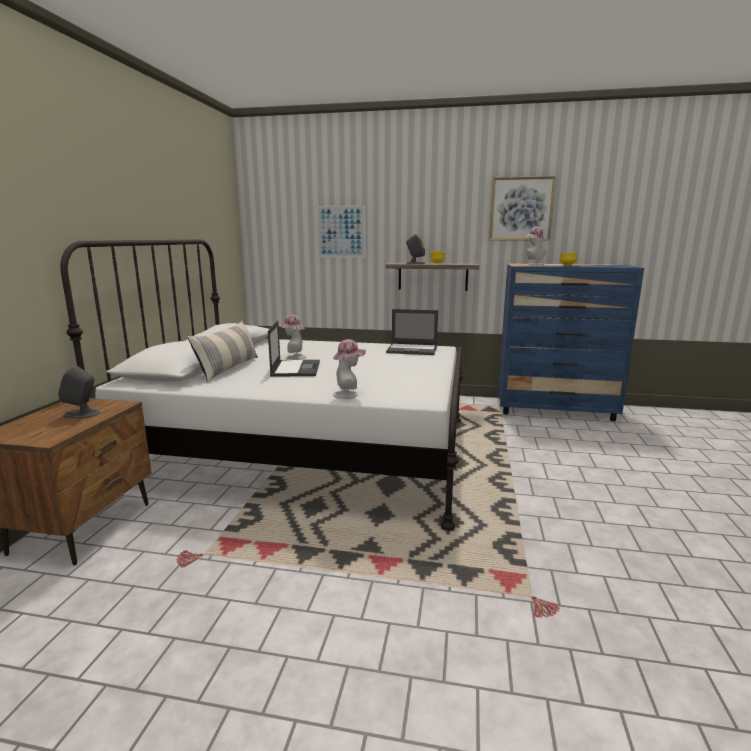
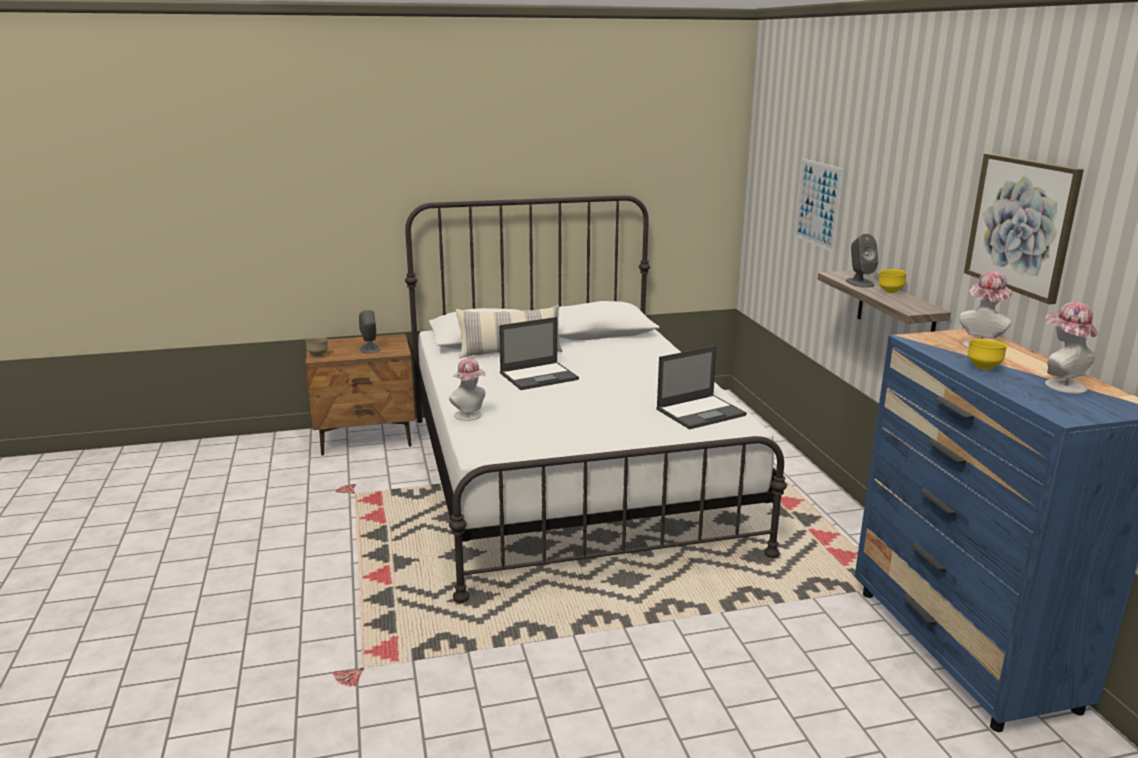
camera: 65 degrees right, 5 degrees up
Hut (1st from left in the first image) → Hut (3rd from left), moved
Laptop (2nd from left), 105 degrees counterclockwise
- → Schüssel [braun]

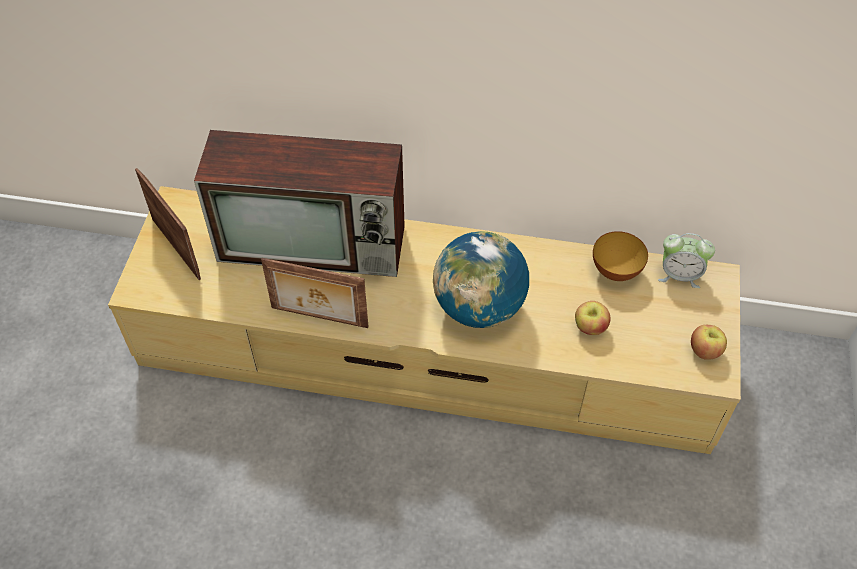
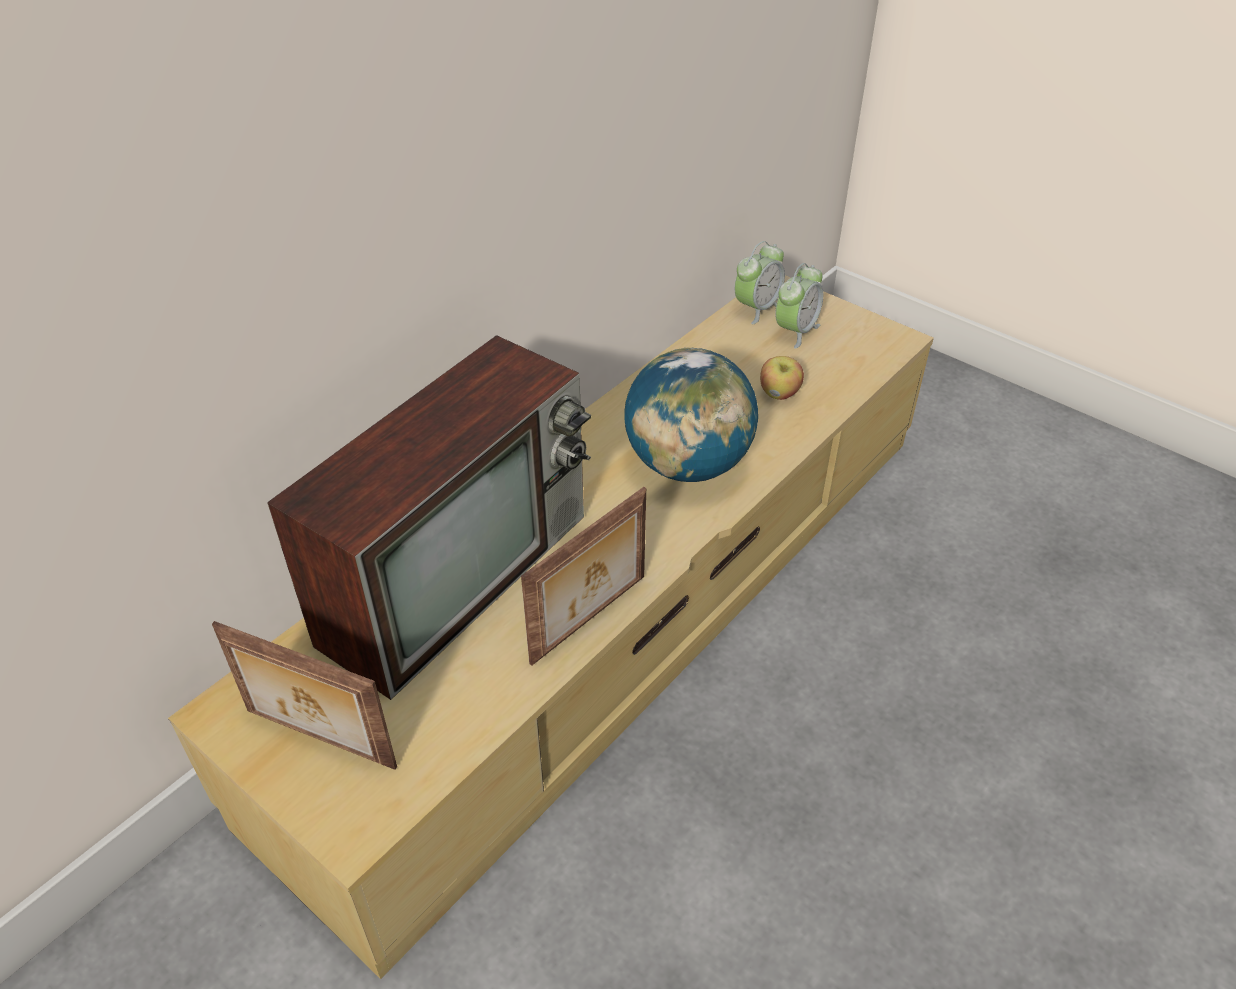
camera: 60 degrees left, 10 degrees down
Bilderrahmen (1st from left), 150 degrees counterclockwise
Schüssel → -
Apfel (2nd from left) → -
- → Wecker (2nd from left)

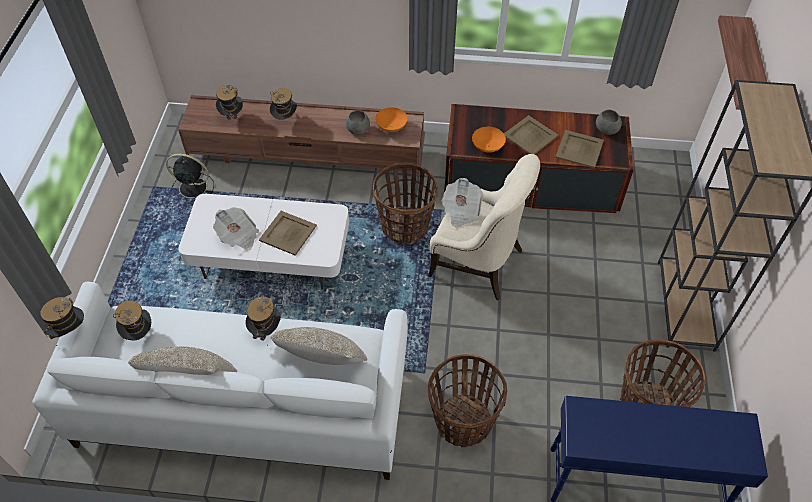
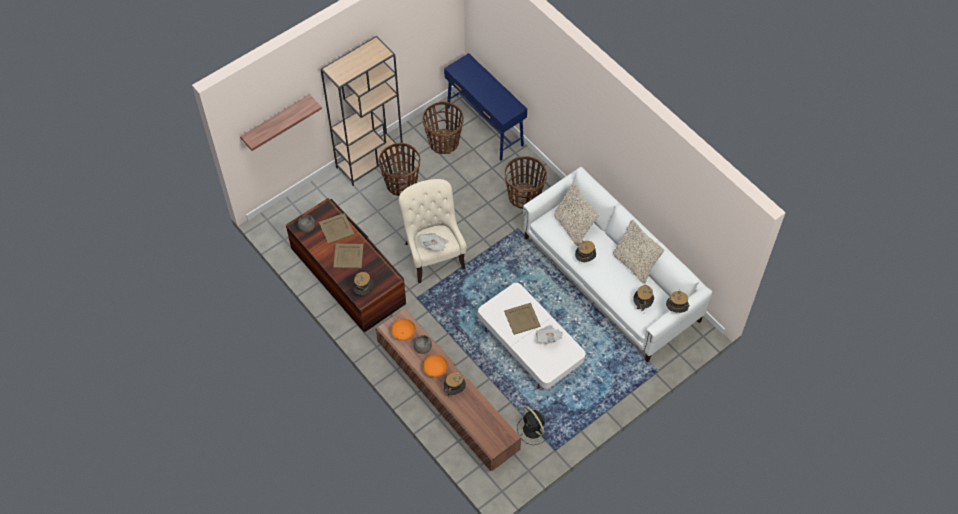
camera: 135 degrees left, 5 degrees up
Hut (3rd from left in the first image) → Hut (1st from left), moved
Korb (1st from left), moved
Schüssel [orange] (2nd from left), moved

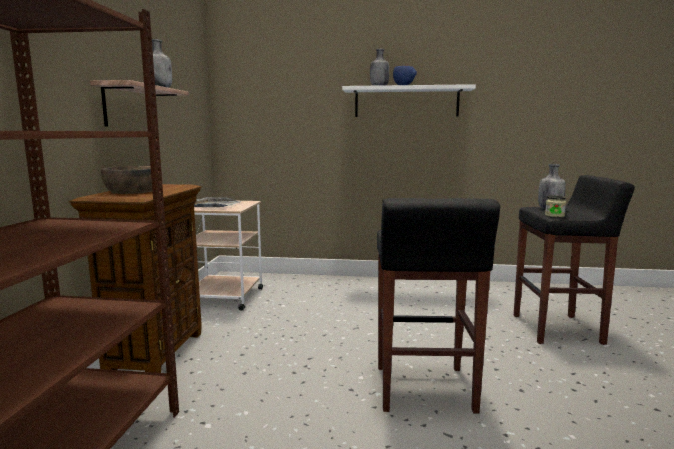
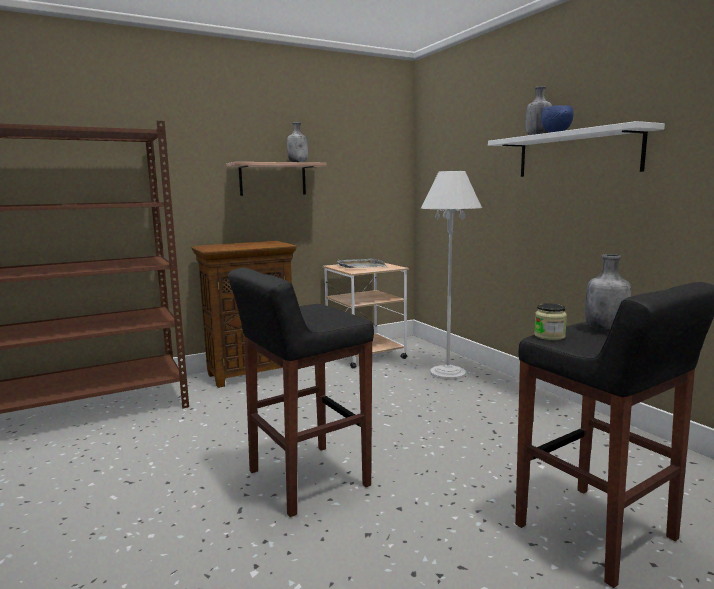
camera: 55 degrees right, 0 degrees up
Schüssel [braun] → -
- → Stehlampe [weiß]

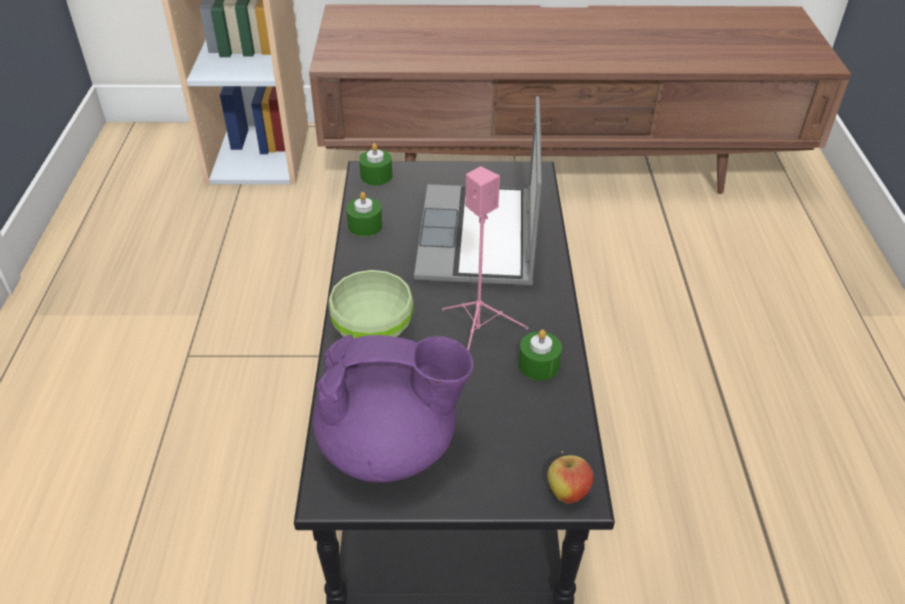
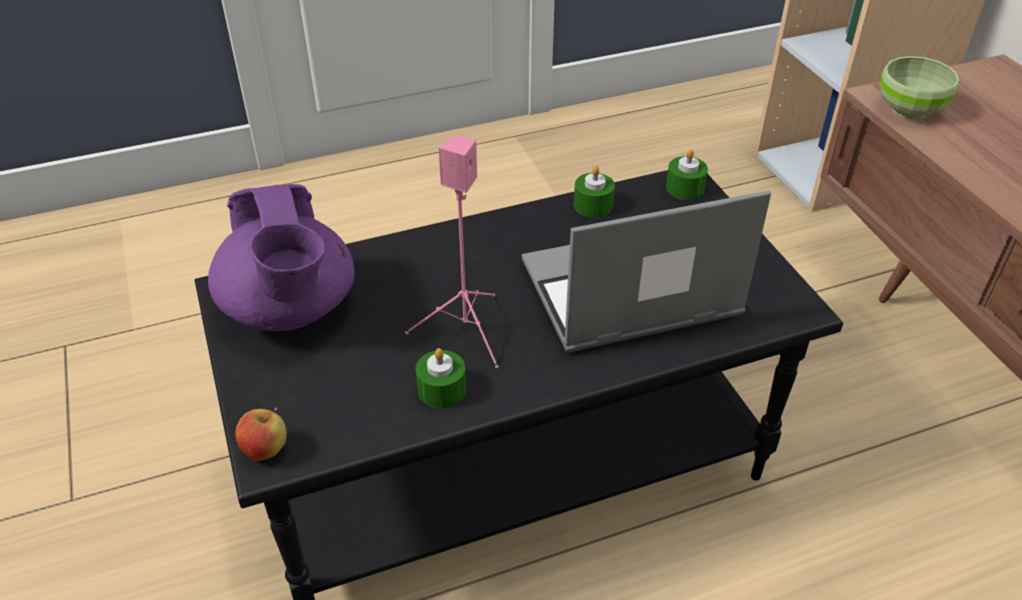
camera: 70 degrees right, 0 degrees up
Schüssel [grün], moved

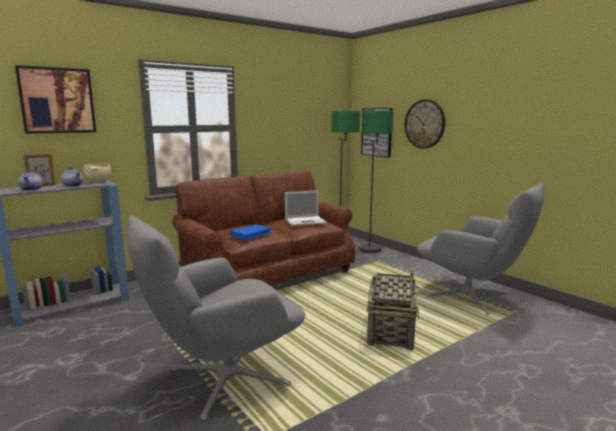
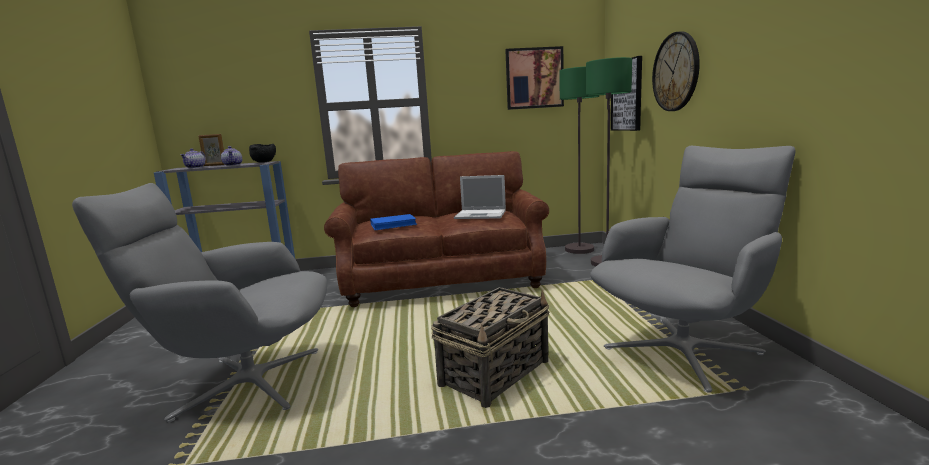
camera: 30 degrees right, 0 degrees up
Bild (1st from left), moved
Schüssel [beige] → Schüssel [schwarz]
Sessel [grau] (2nd from left), 105 degrees counterclockwise

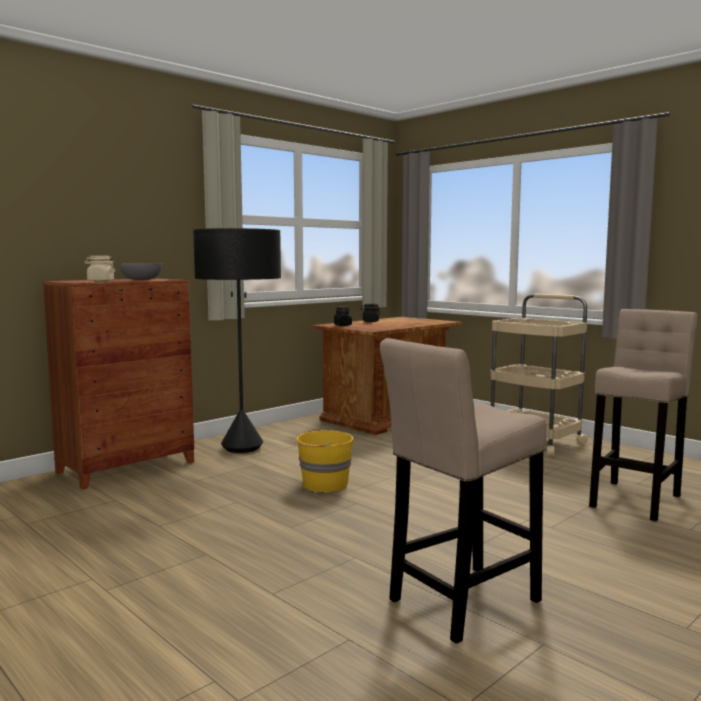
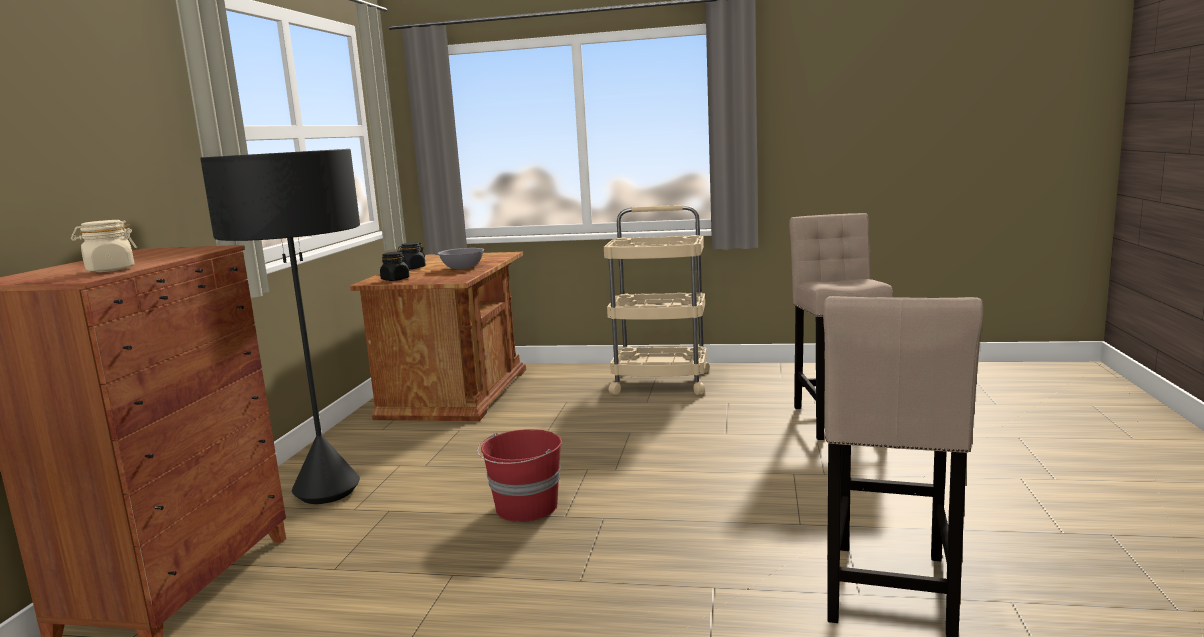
camera: 35 degrees left, 5 degrees up
Schüssel [grau], moved
Eimer [gelb] → Eimer [rot]

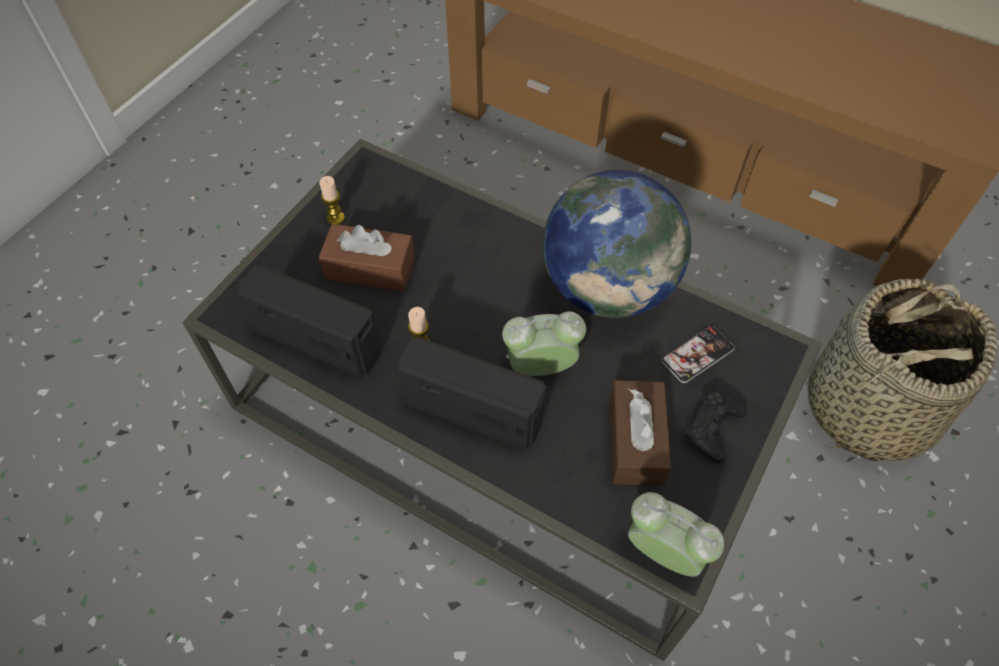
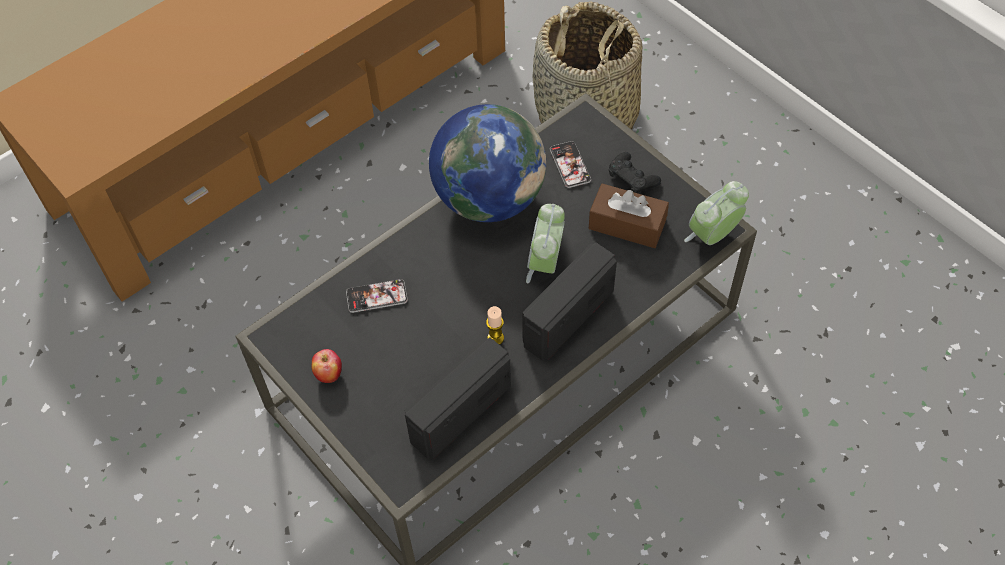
camera: 70 degrees left, 0 degrees up
Kerze (1st from left) → Apfel
Taschentuchbox [braun] (1st from left) → -
- → Handy (1st from left)

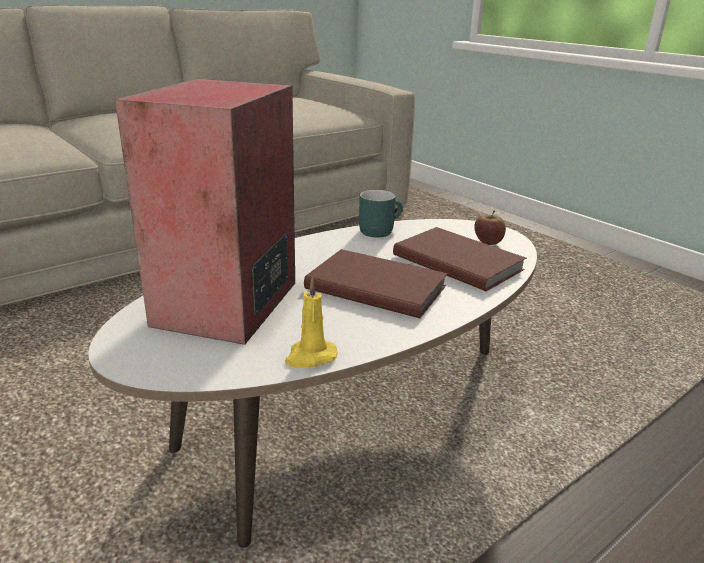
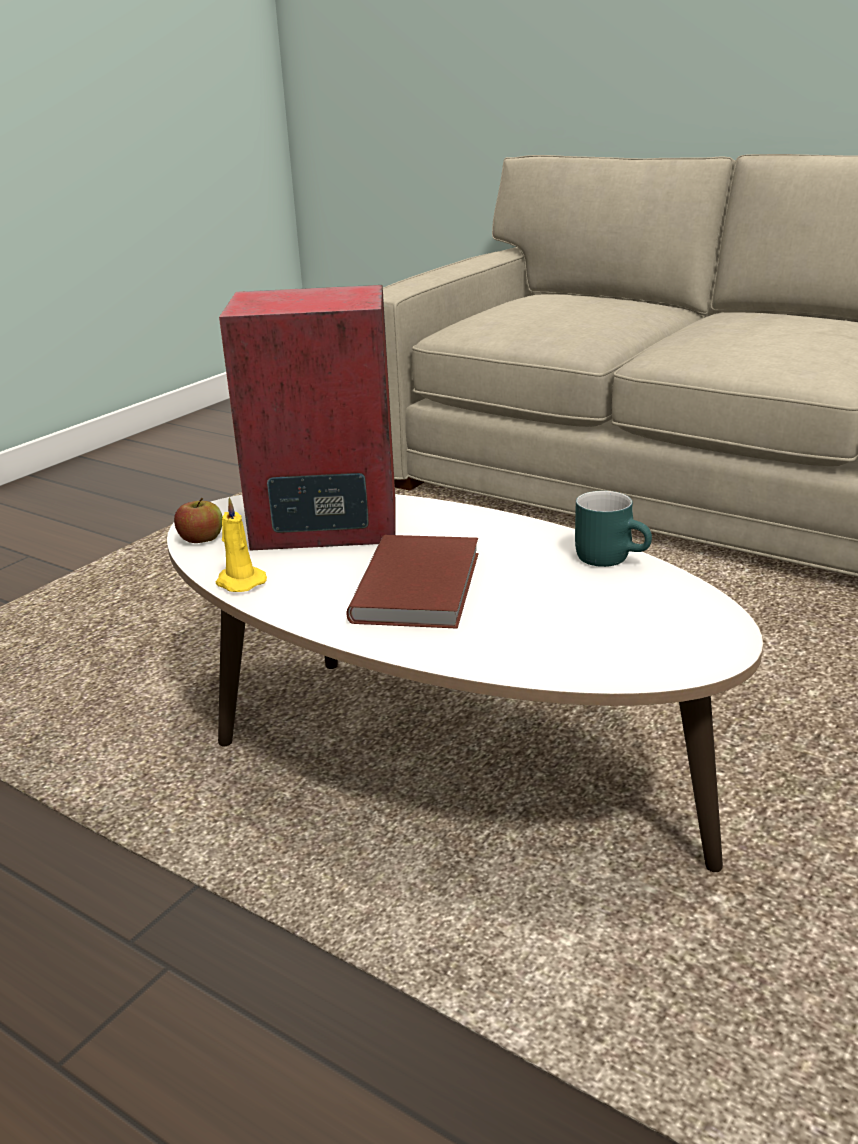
camera: 75 degrees right, 0 degrees up
Buch [braun] (2nd from left) → -
Apfel, moved

